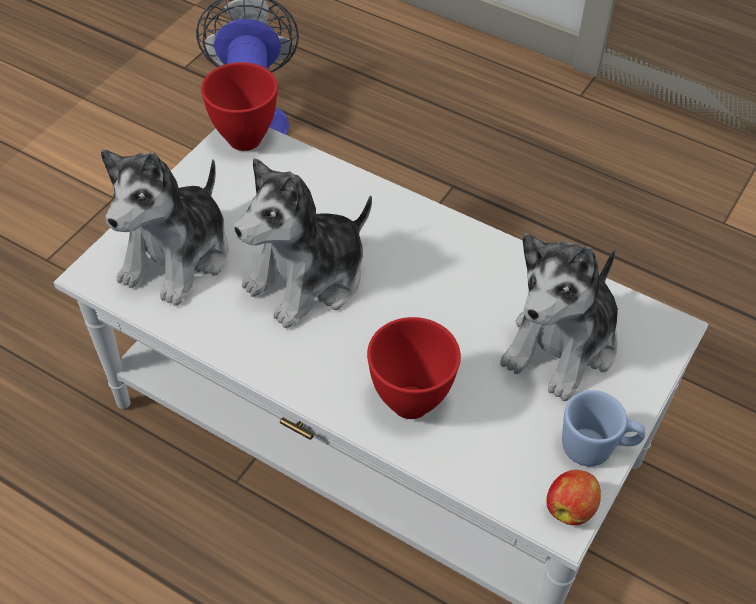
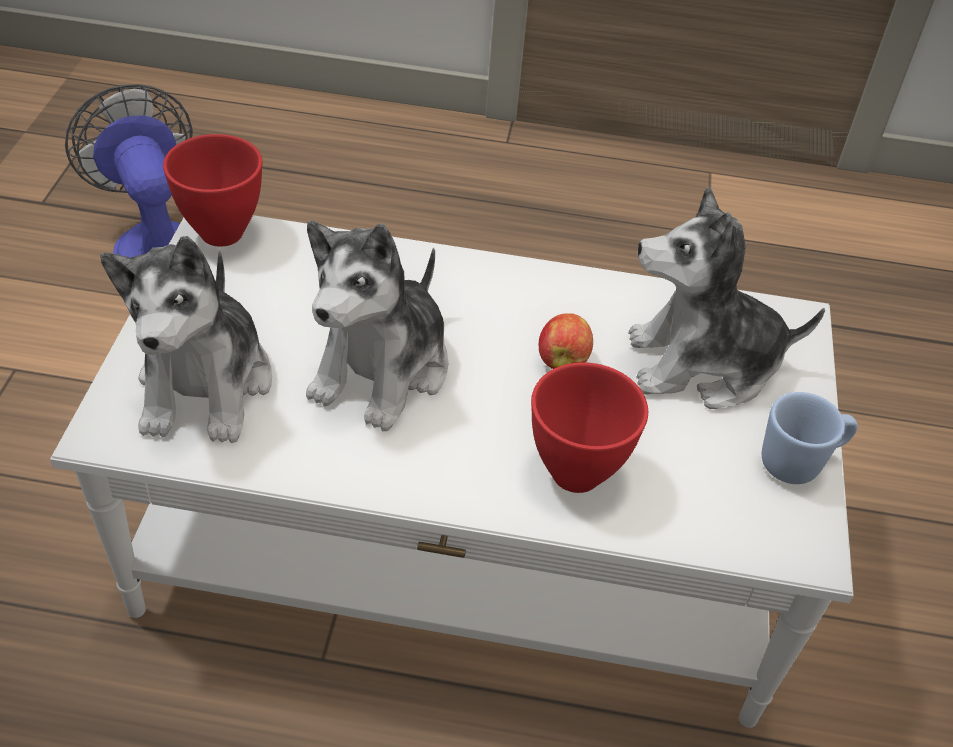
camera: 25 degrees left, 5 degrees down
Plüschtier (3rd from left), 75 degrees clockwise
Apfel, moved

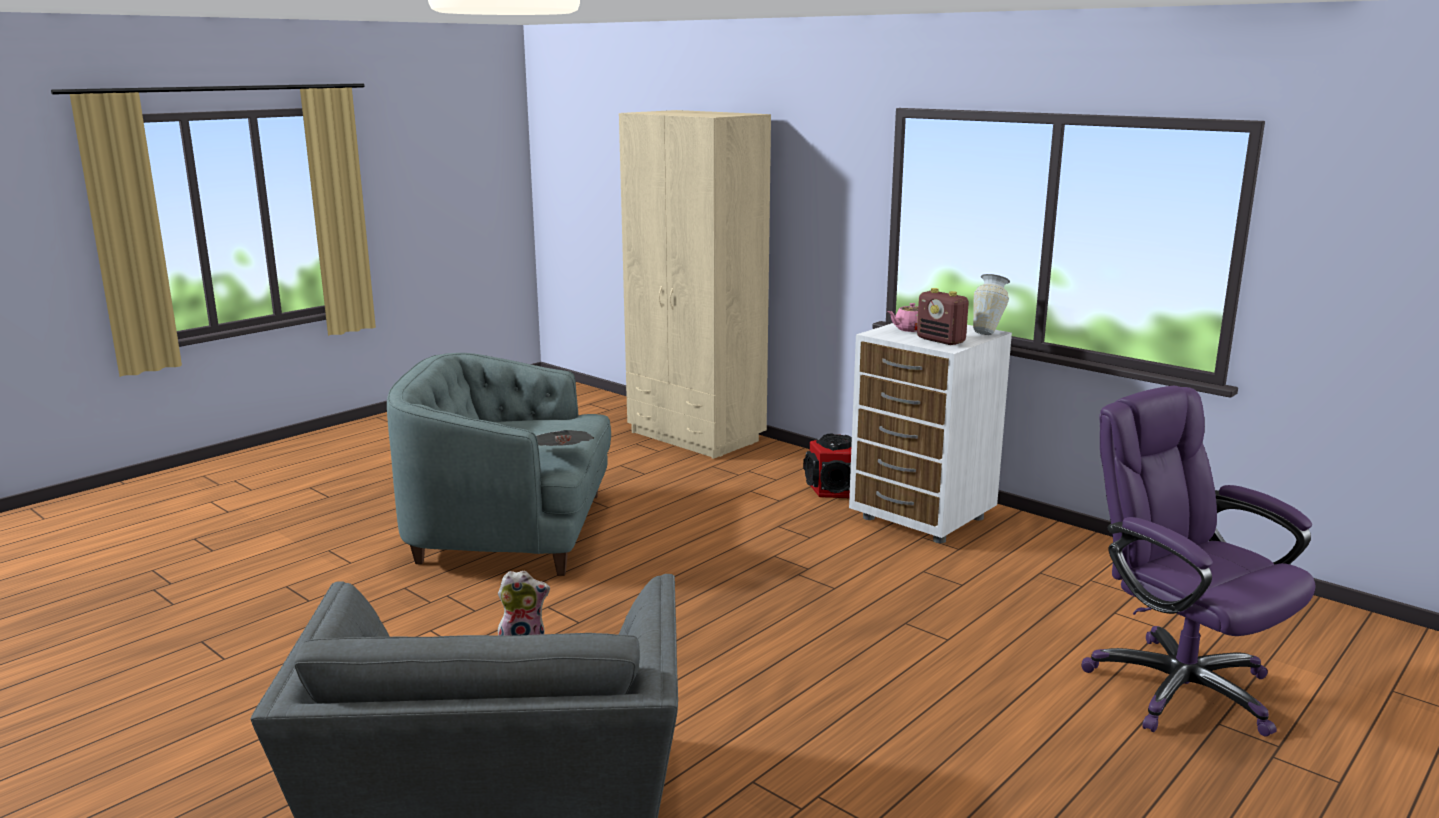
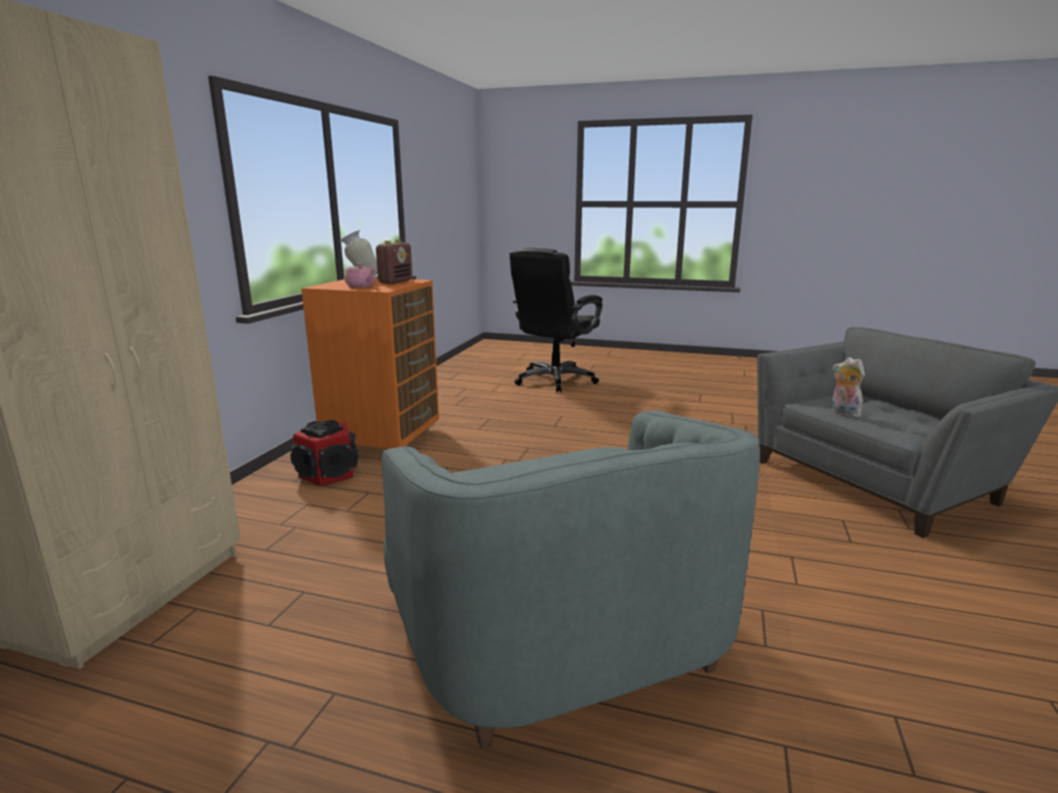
camera: 115 degrees left, 0 degrees up
Zeitung → -
Kommode [weiß] → Kommode [orange]
Bürostuhl [lila] → Bürostuhl [schwarz]

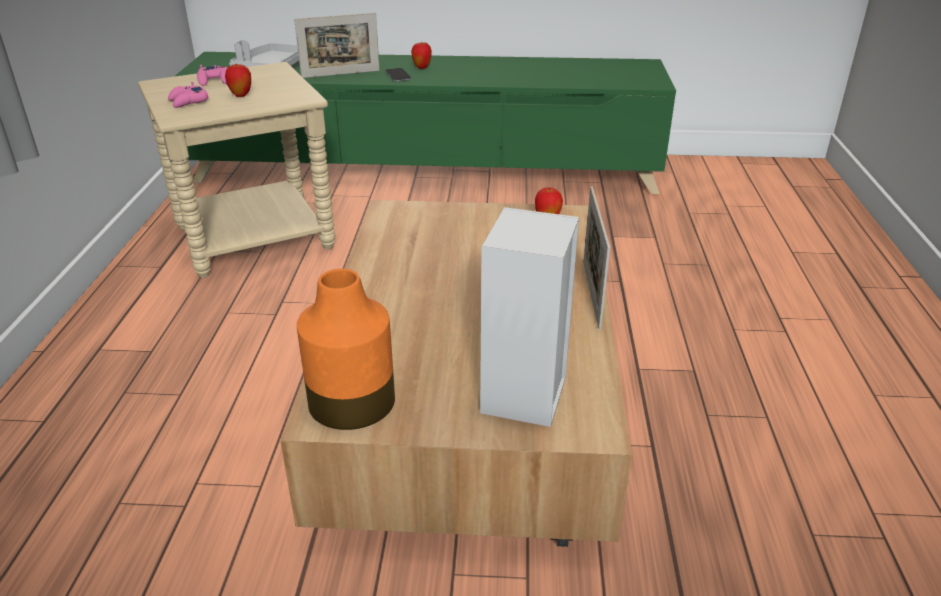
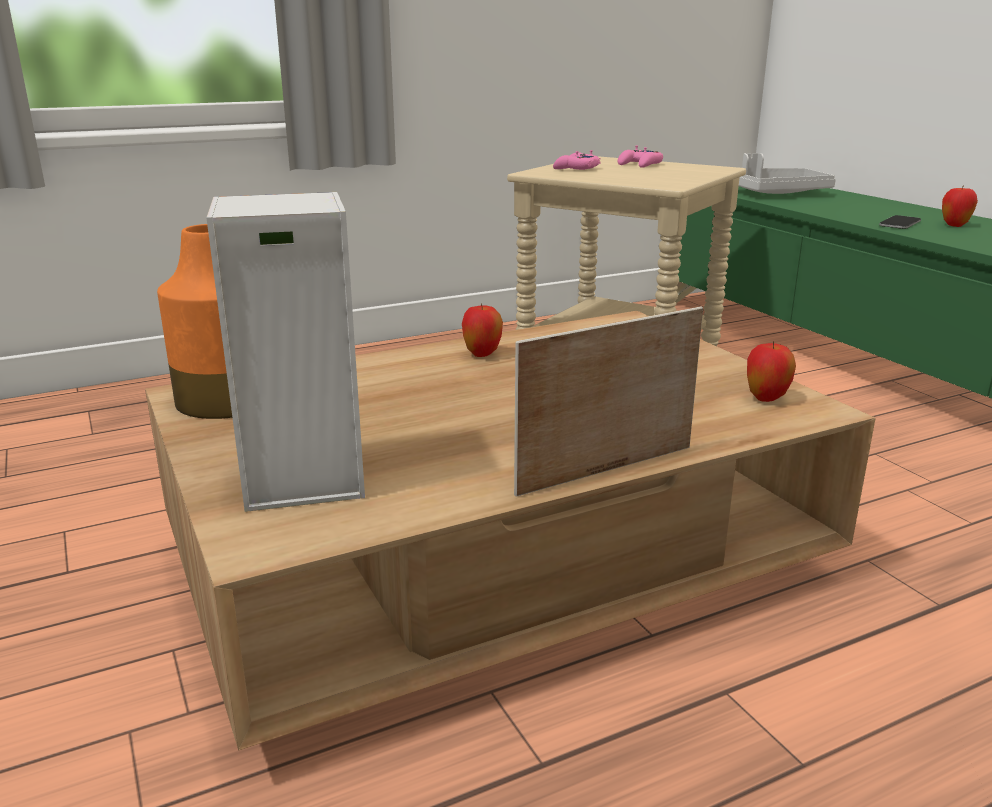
camera: 60 degrees right, 10 degrees down
Apfel (1st from left), moved
Bilderrahmen (1st from left) → -

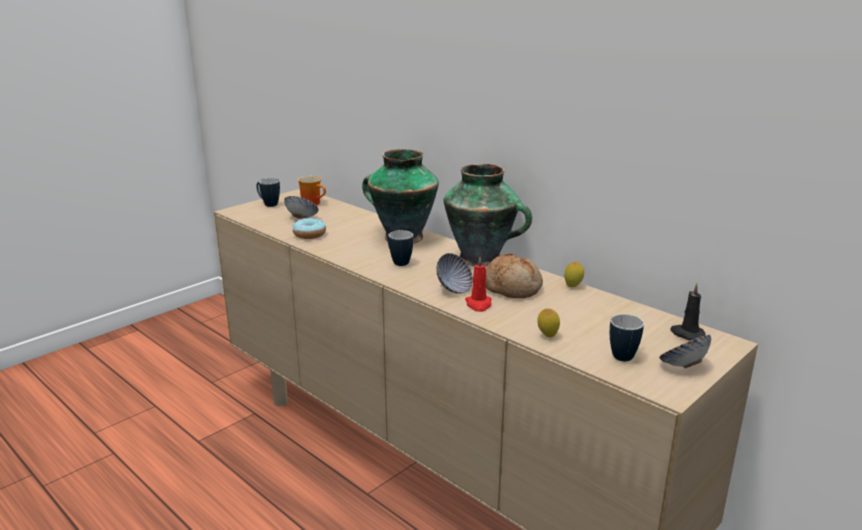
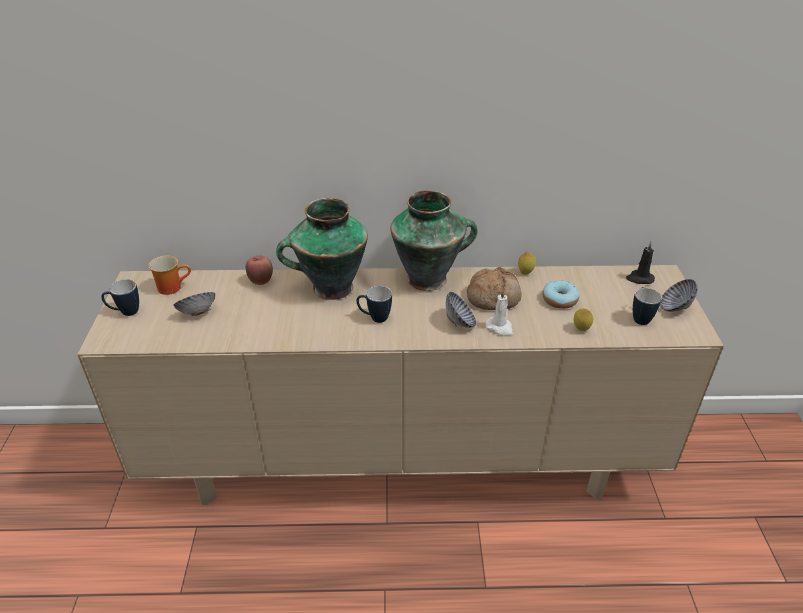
camera: 45 degrees left, 15 degrees up
Donut, moved
Kerze [rot] → Kerze [weiß]
- → Apfel

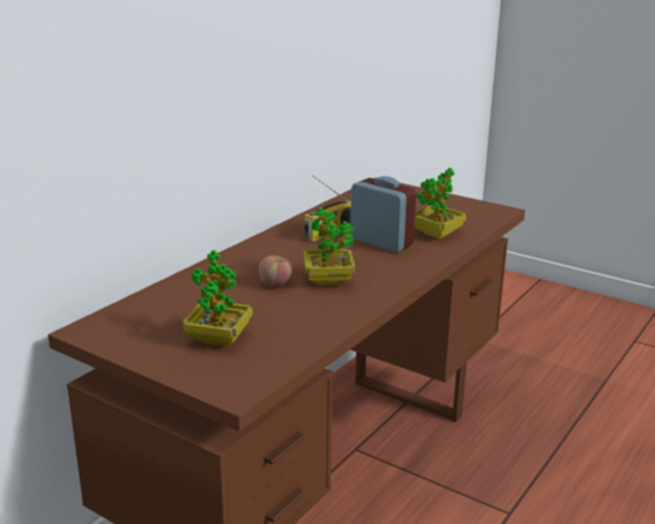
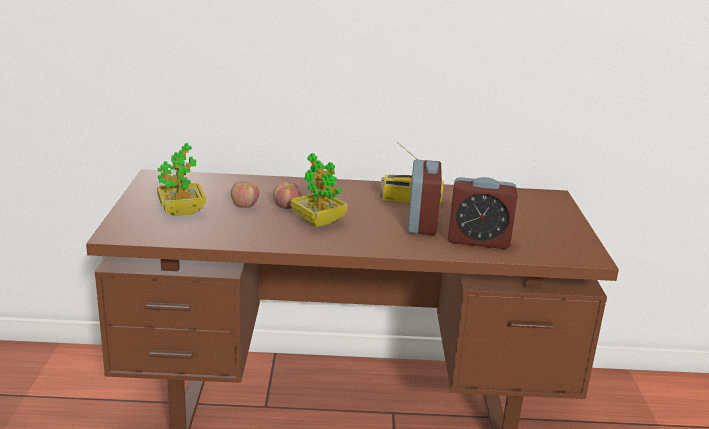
camera: 55 degrees right, 0 degrees up
Topfpflanze (3rd from left) → Wecker (2nd from left)
- → Apfel (1st from left)

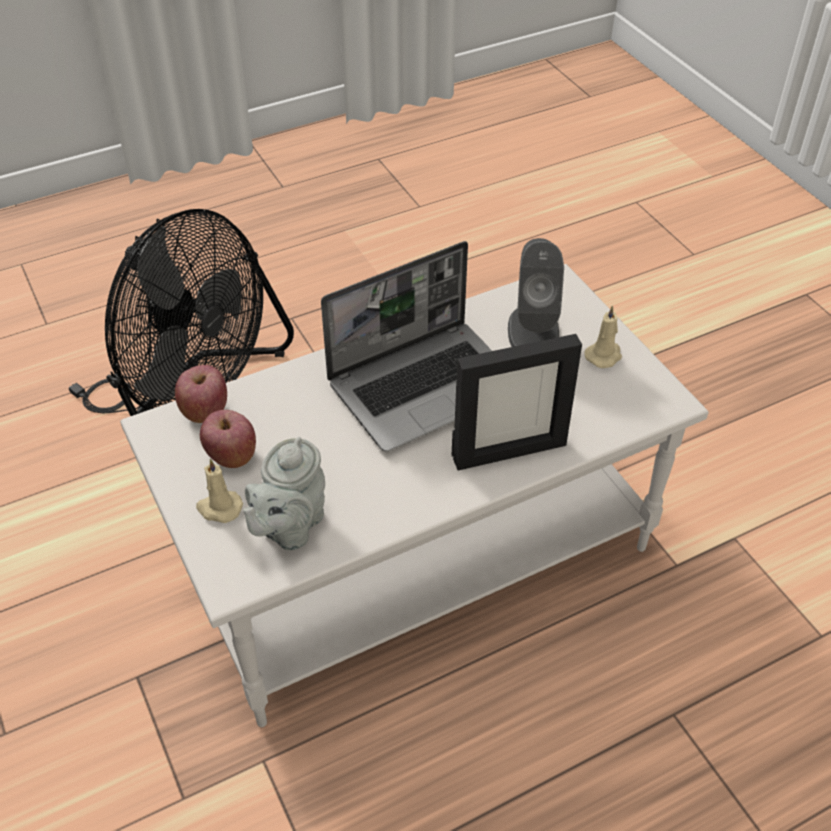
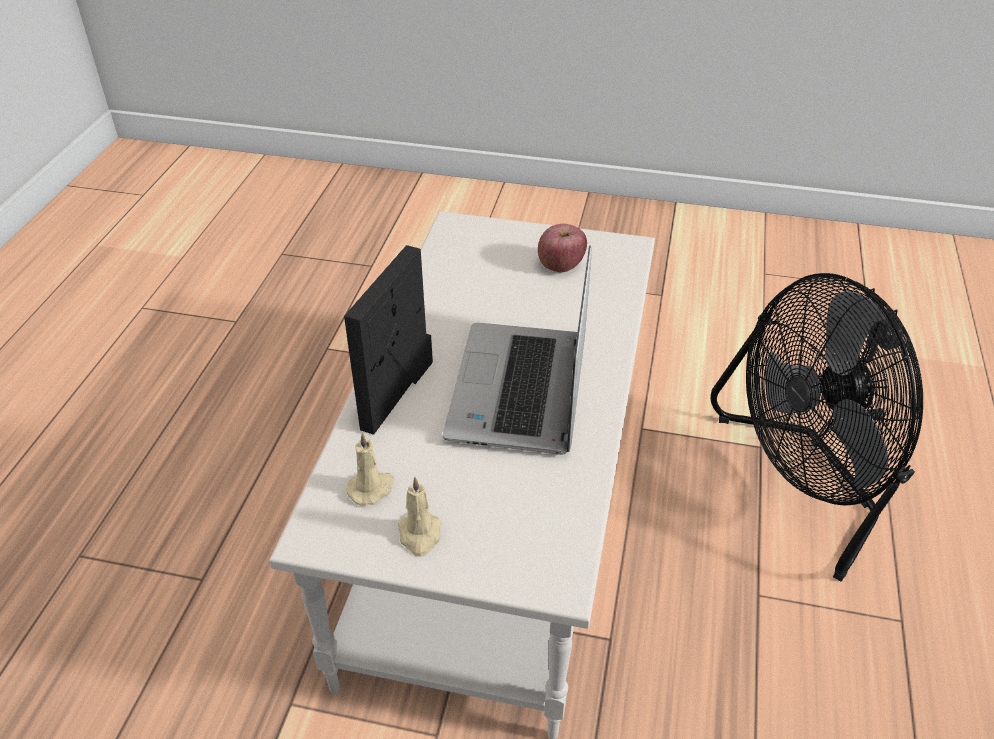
camera: 130 degrees right, 5 degrees down
Apfel (1st from left) → -
Kerze [beige] (1st from left), moved
Teekanne [grau] → -
Lautsprecher [grau] → -

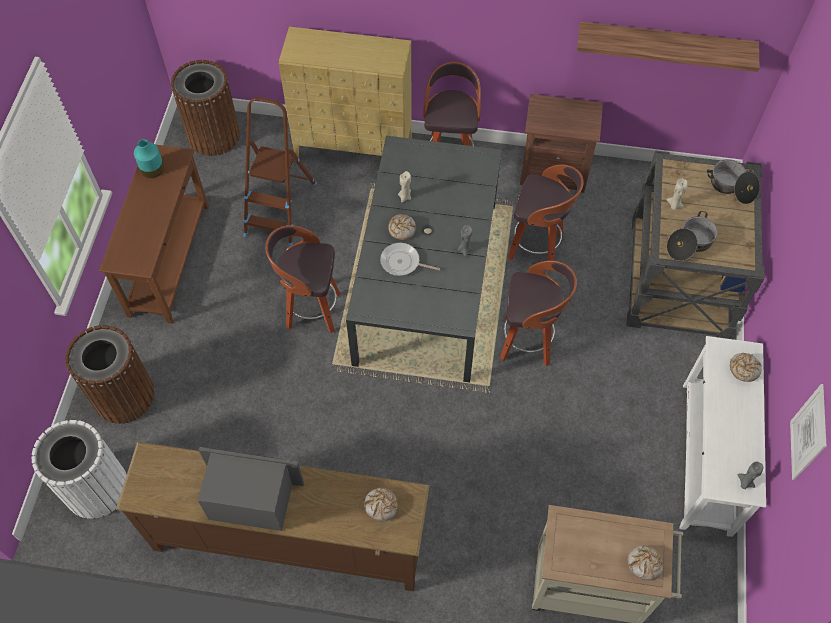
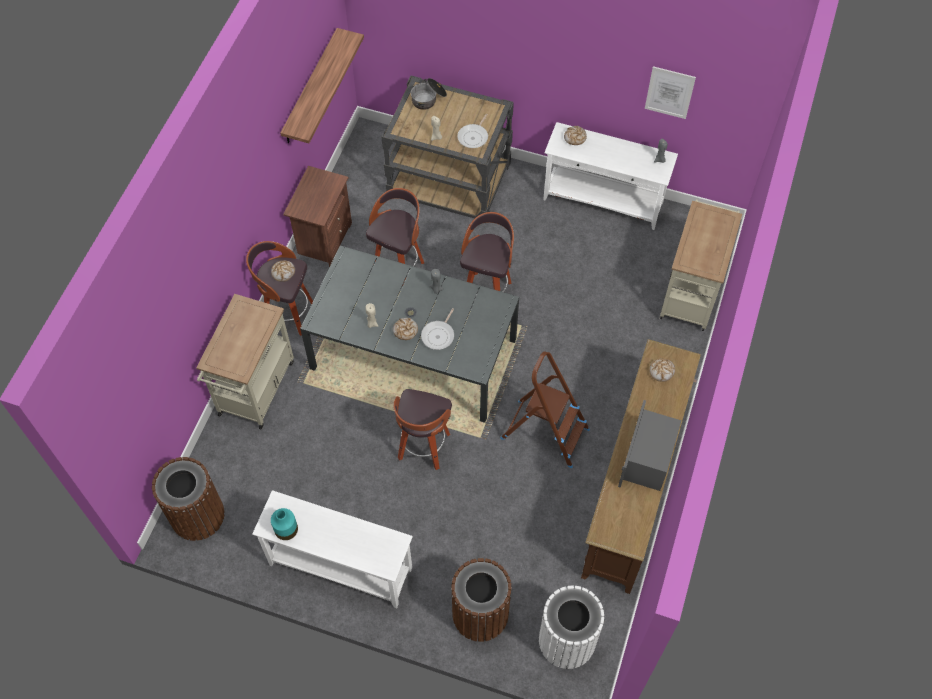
camera: 80 degrees left, 0 degrees up
Konsolentisch [braun] → Konsolentisch [weiß] (1st from left)
Trittleiter [braun], moved
Kommode [beige] → Rollwagen [beige] (1st from left)
Brot (3rd from left in the first image) → Brot (1st from left), moved
Kochtopf (1st from left) → Pfanne (2nd from left)

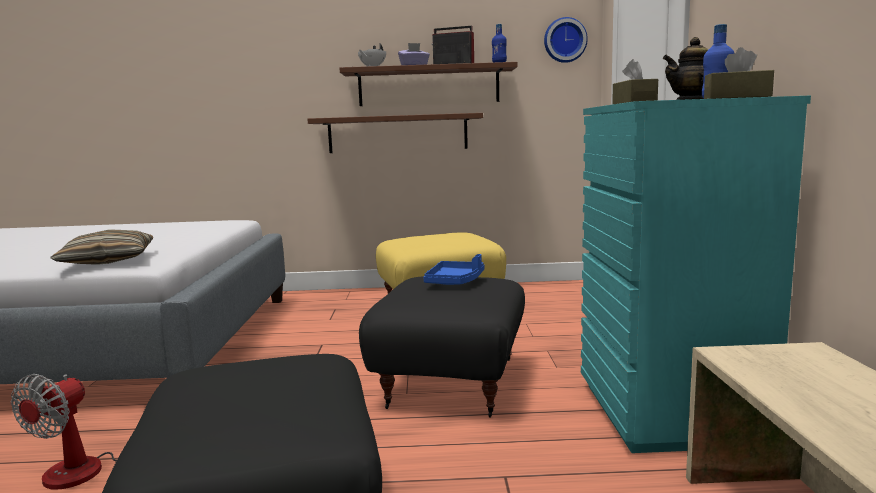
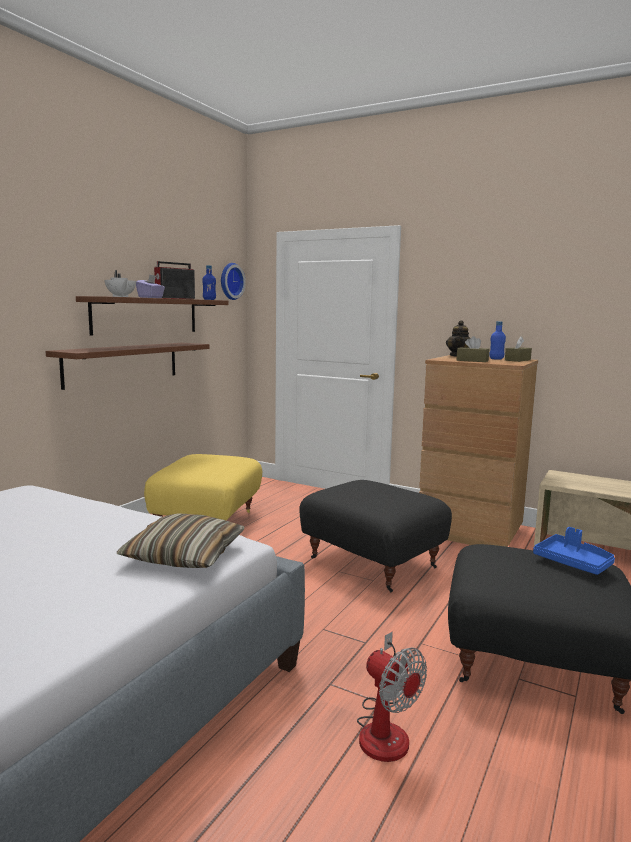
camera: 60 degrees left, 0 degrees up
Tablett [blau], moved
Kommode [türkis] → Kommode [braun]

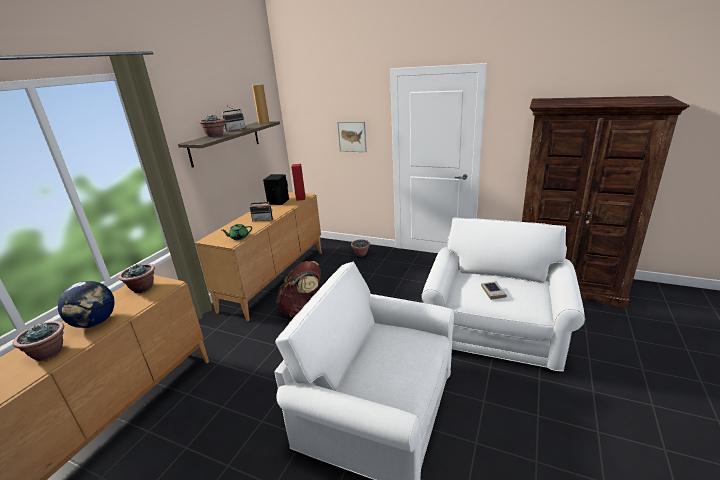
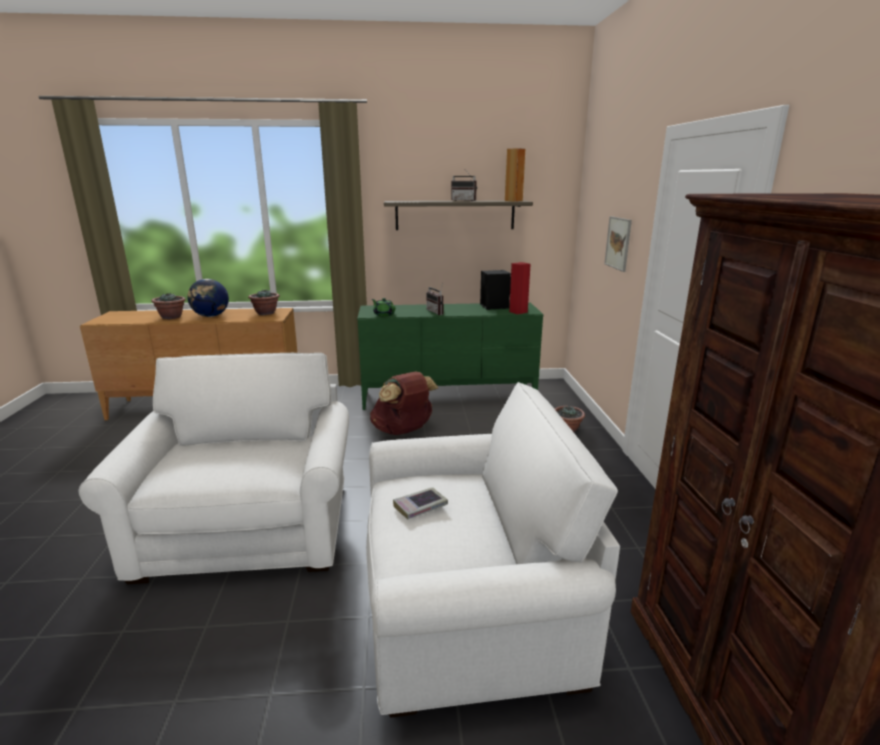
camera: 60 degrees right, 5 degrees down
Kommode [braun] (2nd from left) → Kommode [grün]
Topfpflanze (3rd from left) → -

